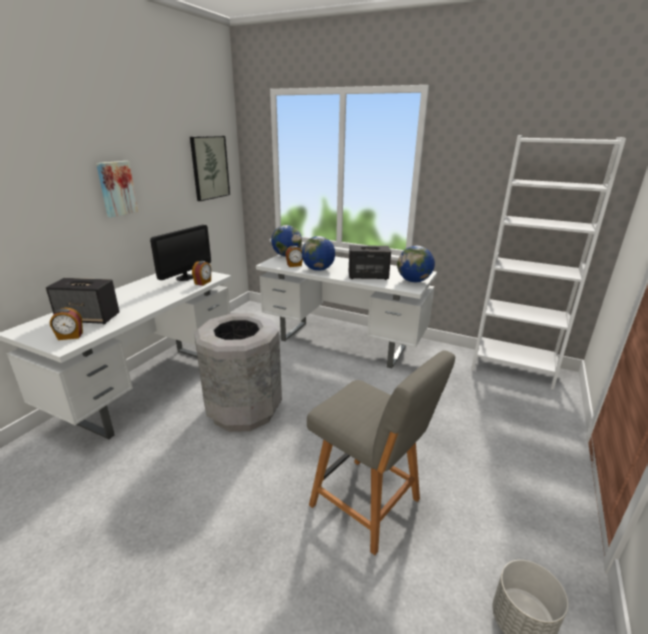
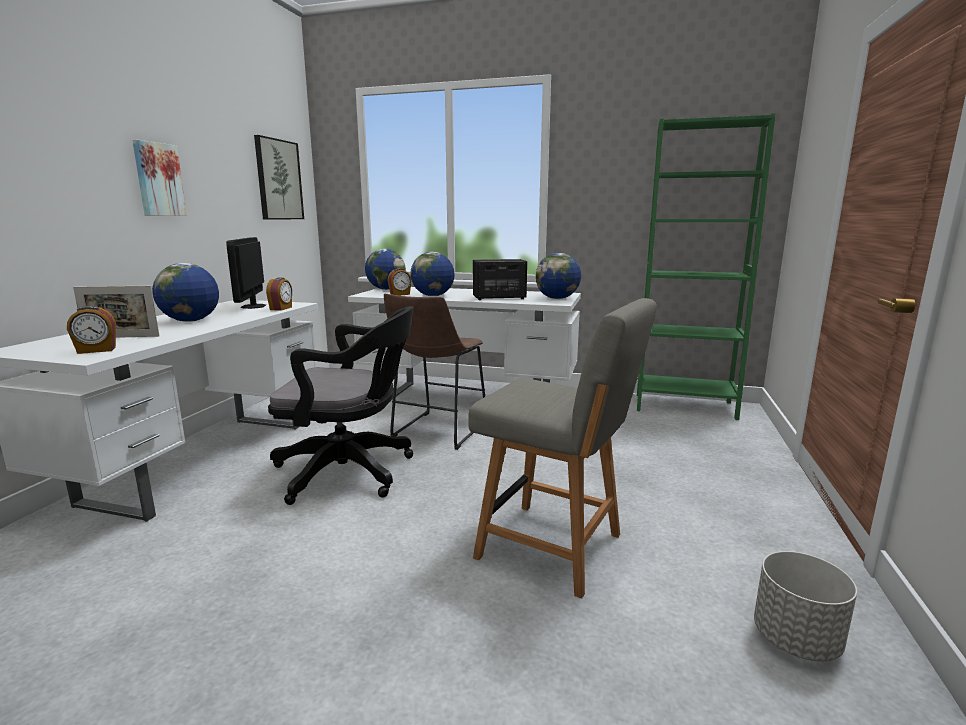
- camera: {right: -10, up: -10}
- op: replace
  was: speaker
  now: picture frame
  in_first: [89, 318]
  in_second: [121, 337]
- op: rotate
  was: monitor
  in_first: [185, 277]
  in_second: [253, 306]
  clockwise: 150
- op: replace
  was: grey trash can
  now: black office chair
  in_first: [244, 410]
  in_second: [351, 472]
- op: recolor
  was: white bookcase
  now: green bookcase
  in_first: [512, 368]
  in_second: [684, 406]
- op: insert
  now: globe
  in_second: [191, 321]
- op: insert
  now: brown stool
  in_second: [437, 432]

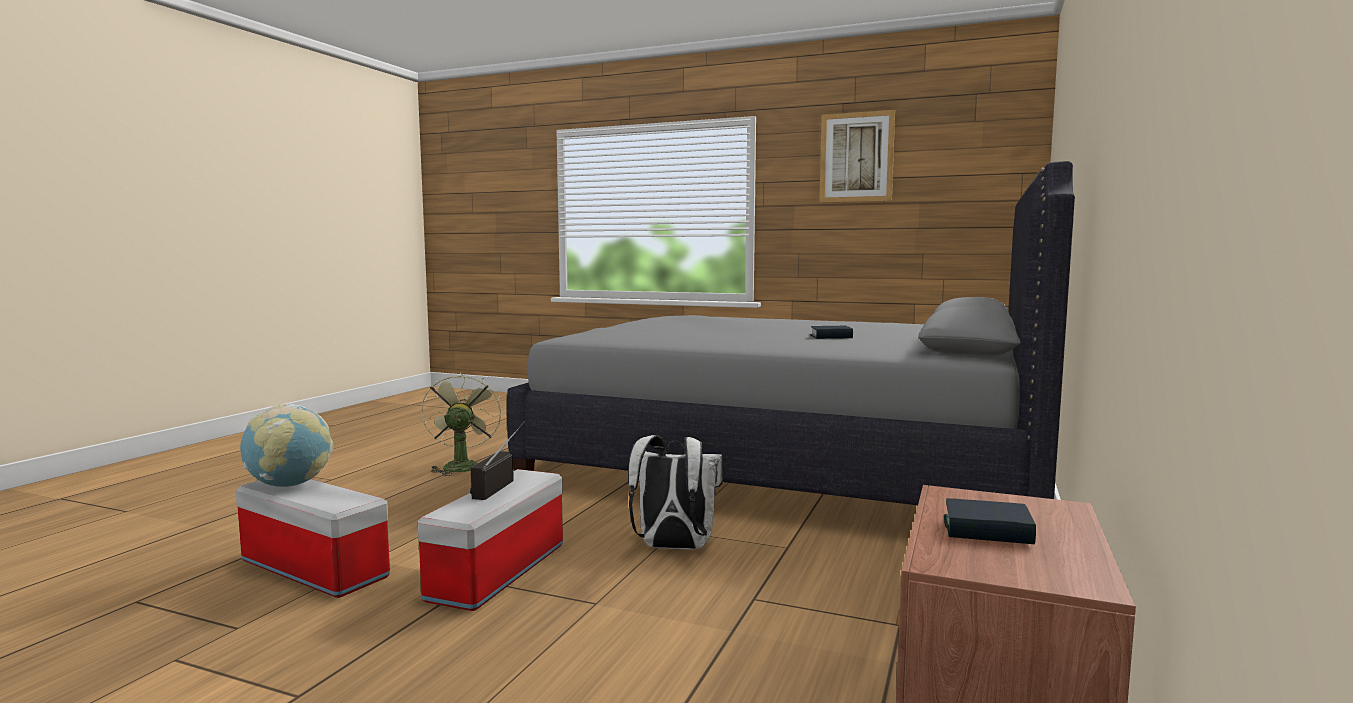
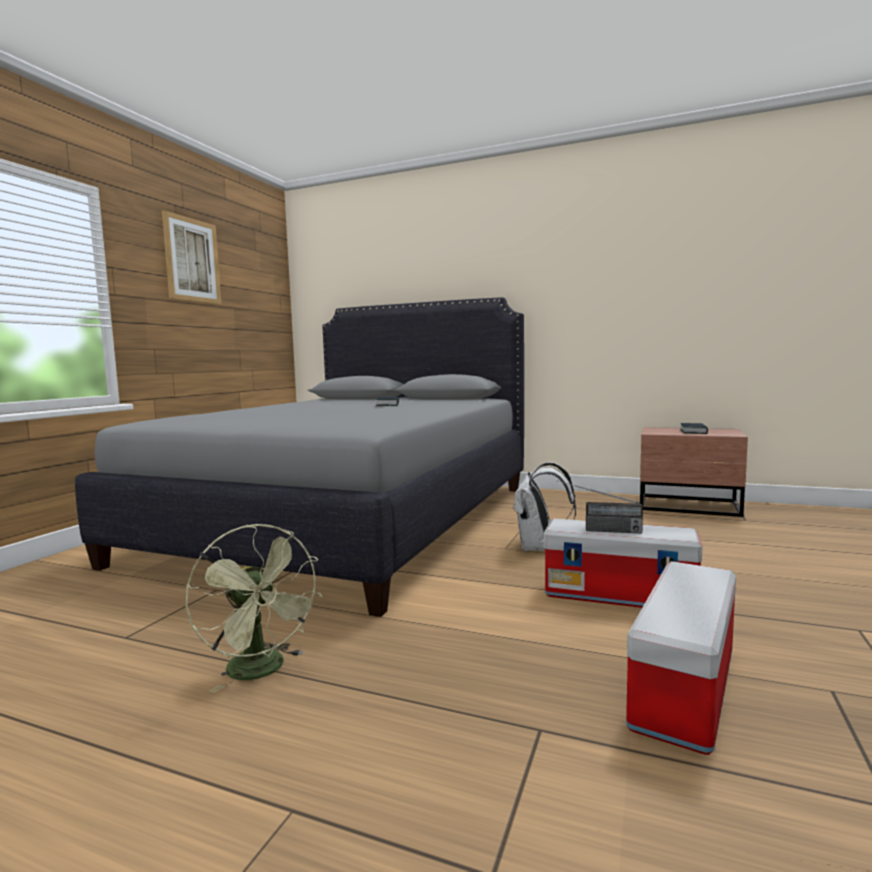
- camera: {right: -90, up: 0}
- op: delete
  was: globe
  in_first: [289, 485]
- op: rotate
  was: green fan
  in_first: [461, 465]
  in_second: [262, 671]
  clockwise: -120

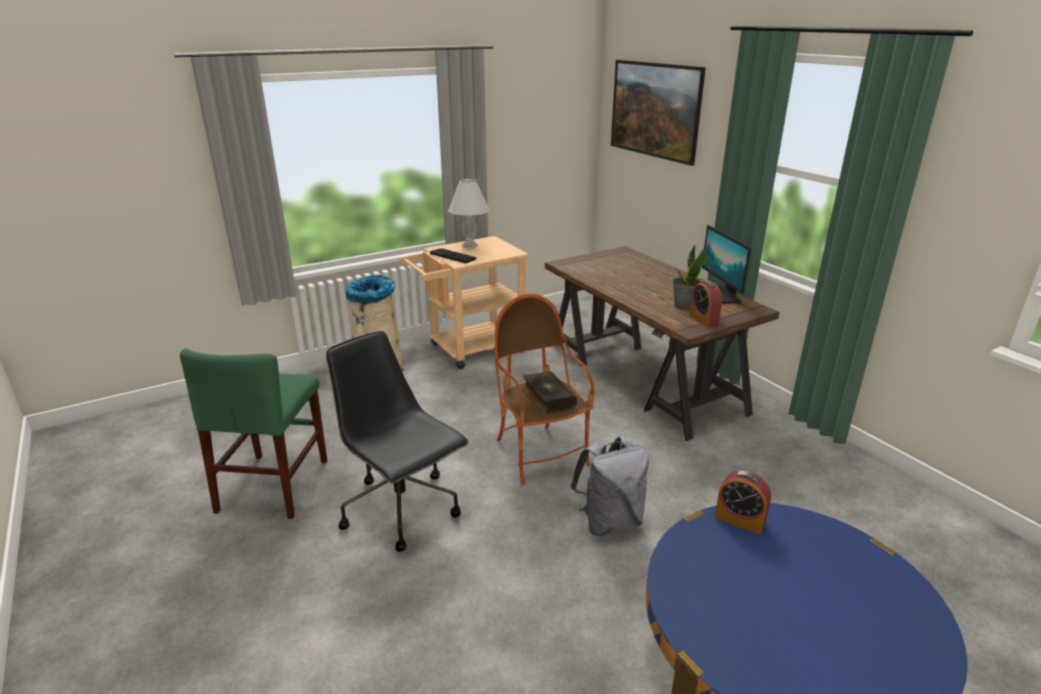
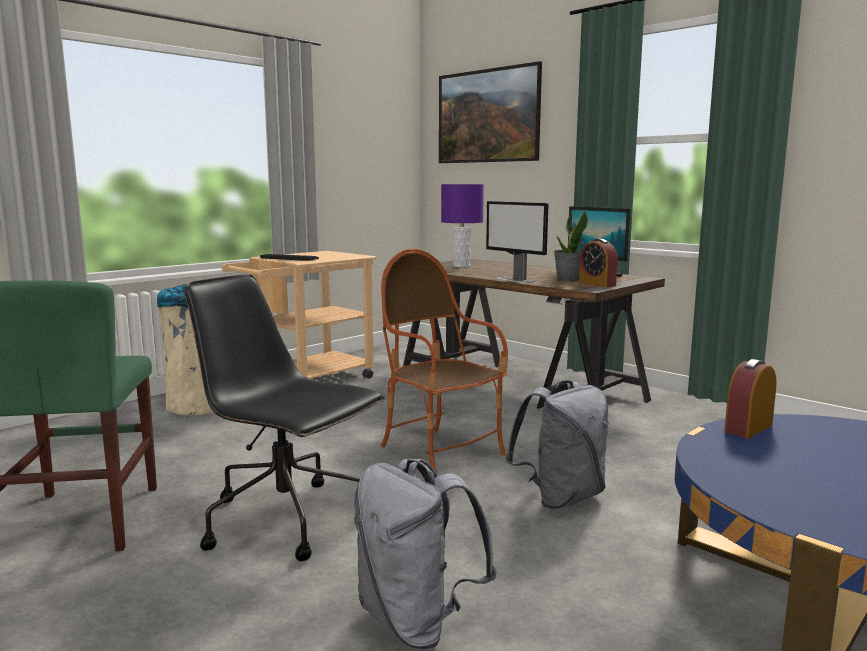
- camera: {right: -15, up: -15}
- op: delete
  was: white table lamp
  in_first: [470, 245]
- op: delete
  was: book
  in_first: [547, 399]
- op: rotate
  was: alarm clock
  in_first: [739, 520]
  in_second: [748, 428]
  clockwise: 120
- op: insert
  now: grey backpack
  in_second: [417, 621]
- op: insert
  now: purple table lamp
  in_second: [461, 266]
- op: insert
  now: monitor
  in_second: [515, 280]

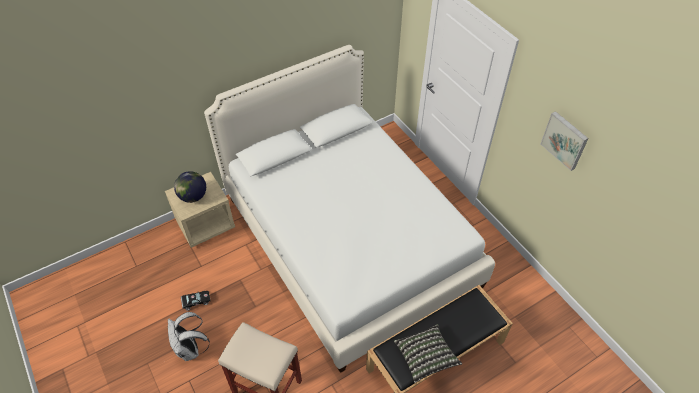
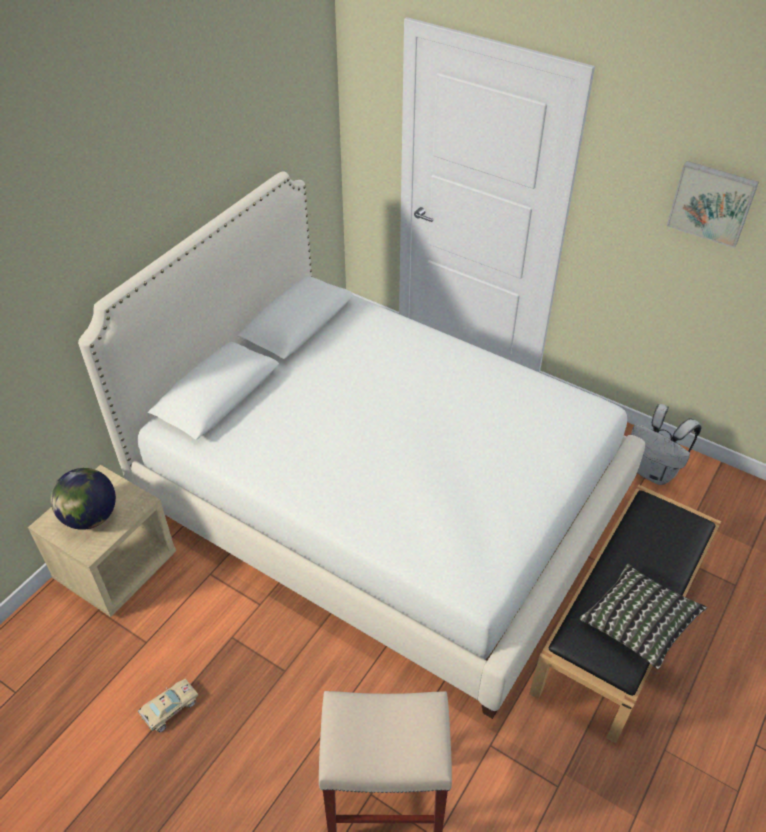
- camera: {right: -25, up: -5}
- op: move
  was: white backpack
  in_first: [191, 349]
  in_second: [654, 471]
- op: recolor
  was: black toy car
  now: beige toy car
  in_first: [195, 302]
  in_second: [168, 709]

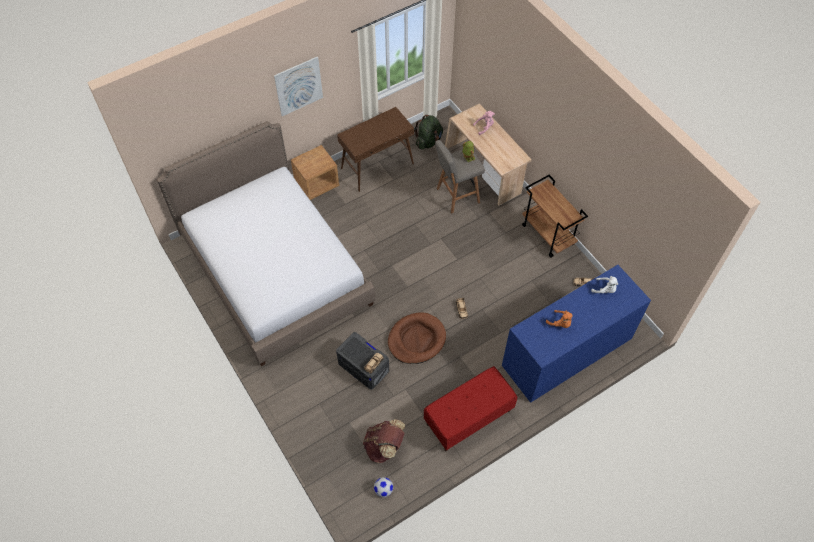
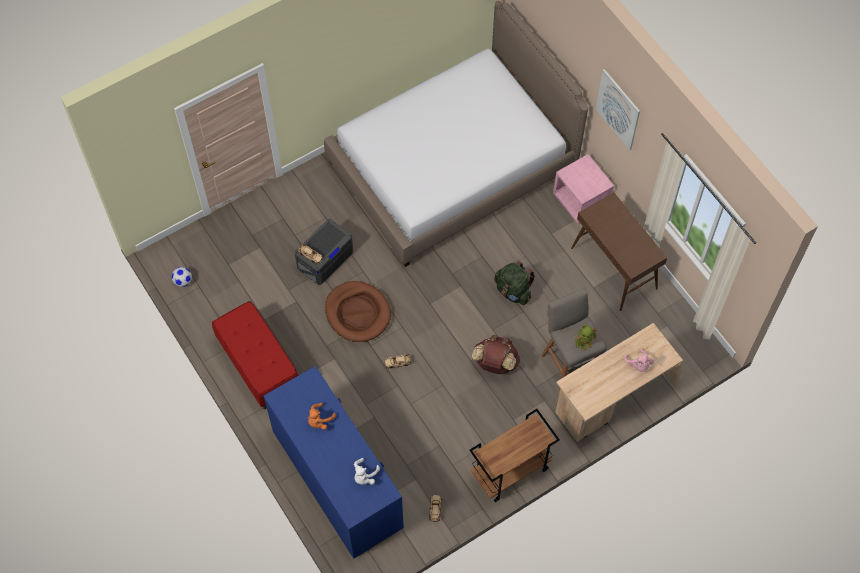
- camera: {right: 90, up: 5}
- op: recolor
  was: brown nightstand
  now: pink nightstand
  in_first: [317, 184]
  in_second: [581, 201]
- op: move
  was: brown backpack
  in_first: [384, 447]
  in_second: [495, 363]
- op: move
  was: green backpack
  in_first: [428, 141]
  in_second: [513, 291]

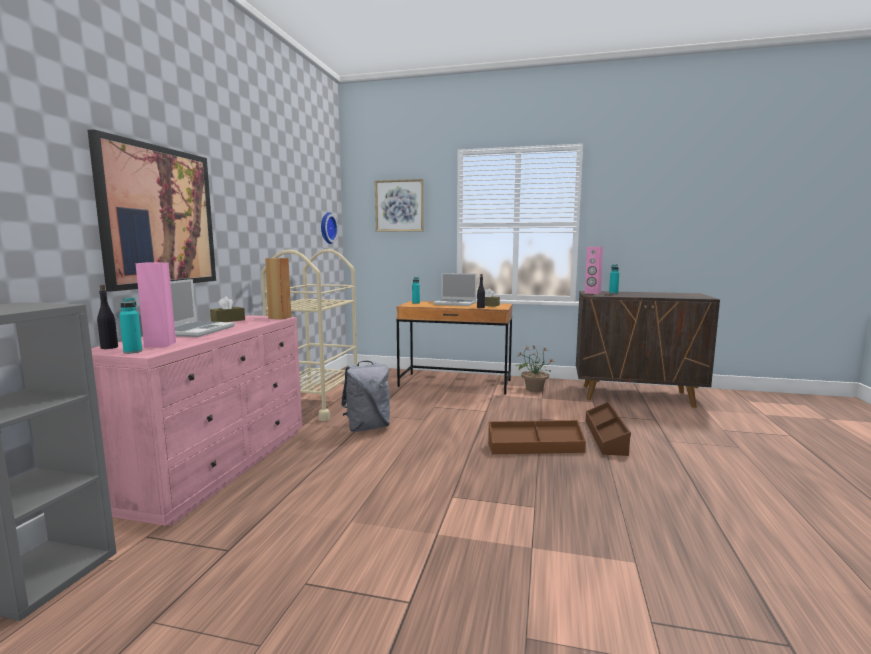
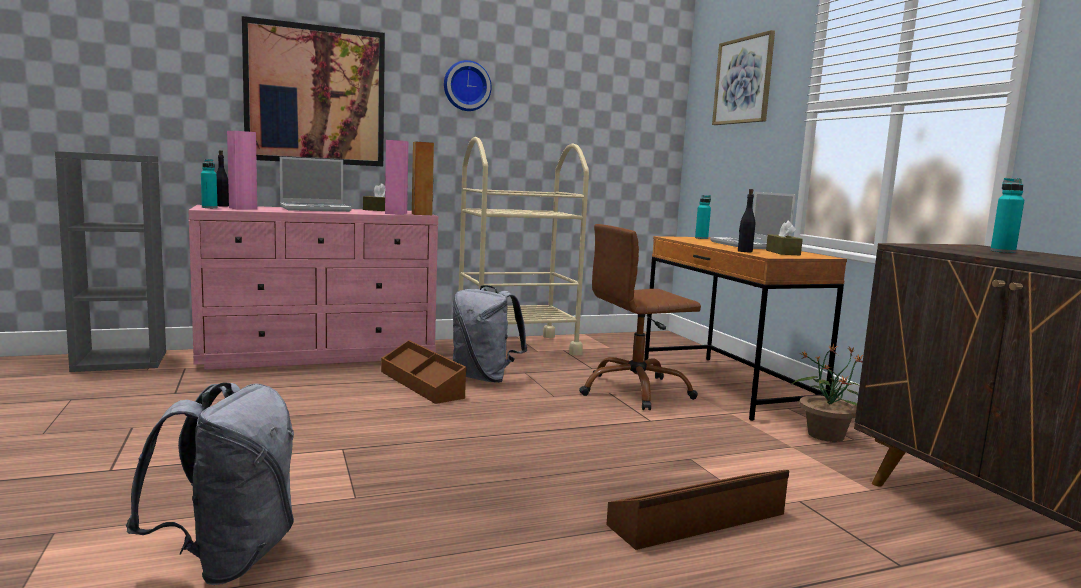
- camera: {right: 55, up: 0}
- op: move
  was: wall clock
  in_first: [326, 228]
  in_second: [466, 86]
- op: move
  was: brown storage box
  in_first: [535, 447]
  in_second: [422, 384]
- op: move
  was: pink speaker
  in_first: [592, 293]
  in_second: [395, 213]
- op: insert
  now: grey backpack
  in_second: [227, 559]
- op: insert
  now: brown office chair
  in_second: [635, 391]

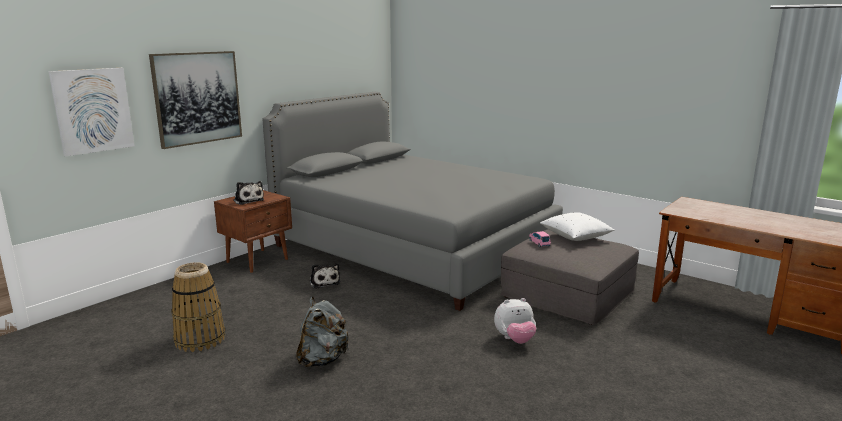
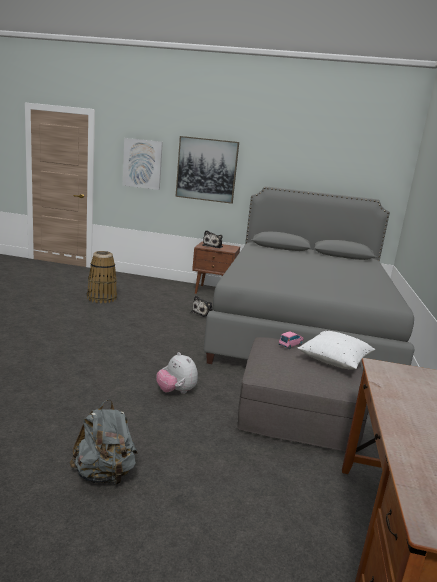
- camera: {right: 60, up: 0}
- op: move
  was: grey backpack
  in_first: [323, 360]
  in_second: [104, 474]

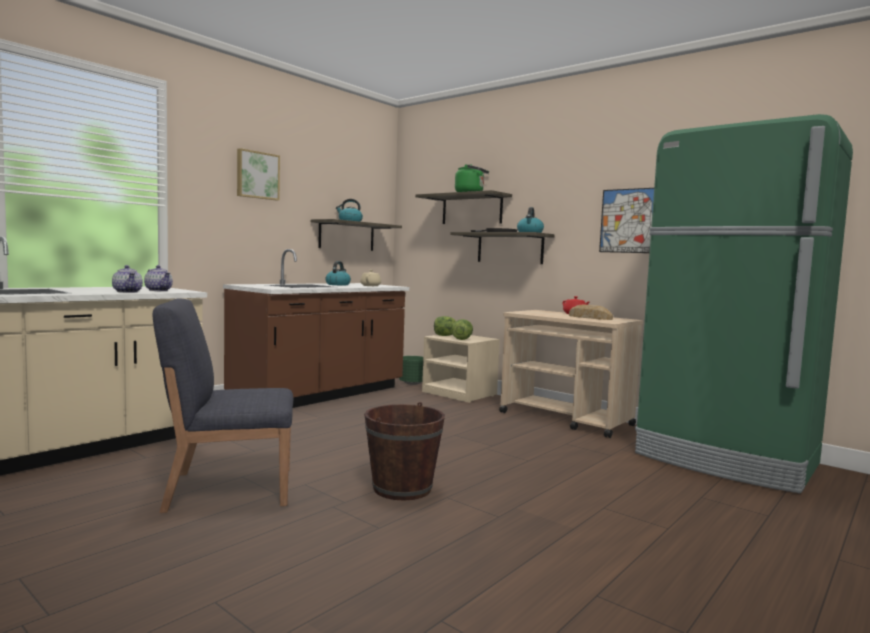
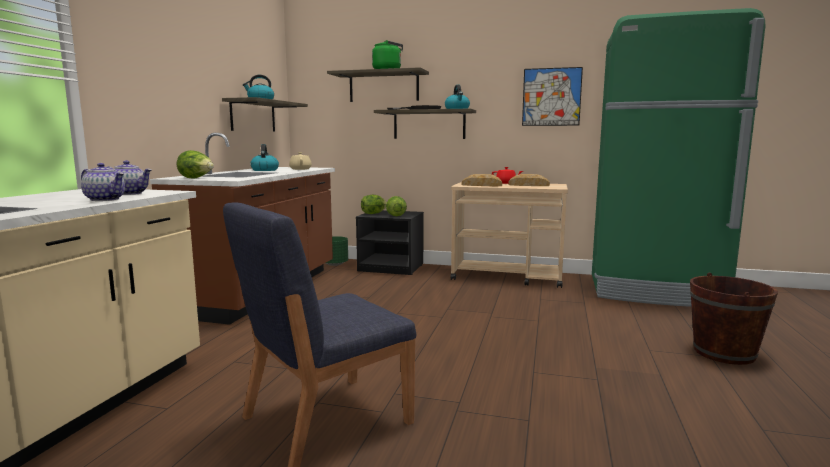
- camera: {right: -25, up: 5}
- op: delete
  was: picture
  in_first: [257, 175]
- op: move
  was: brown bucket
  in_first: [402, 488]
  in_second: [724, 353]
- op: recolor
  was: beige nightstand
  now: black nightstand
  in_first: [460, 394]
  in_second: [392, 267]
- op: insert
  now: lettuce
  in_second: [196, 178]
- op: insert
  now: bread
  in_second: [481, 185]

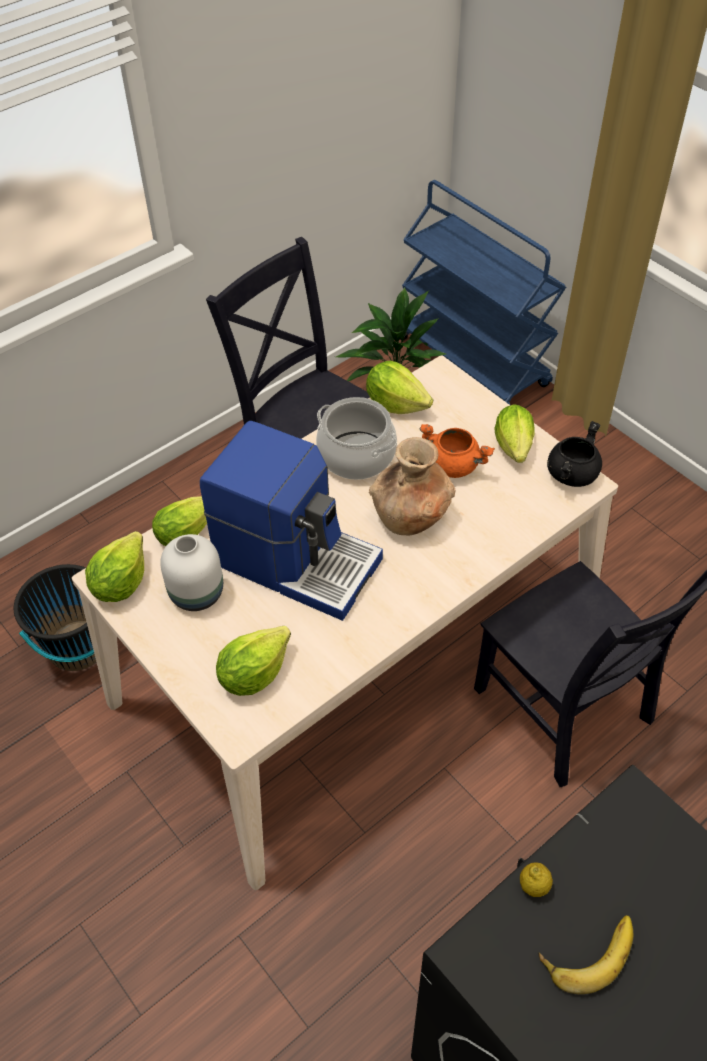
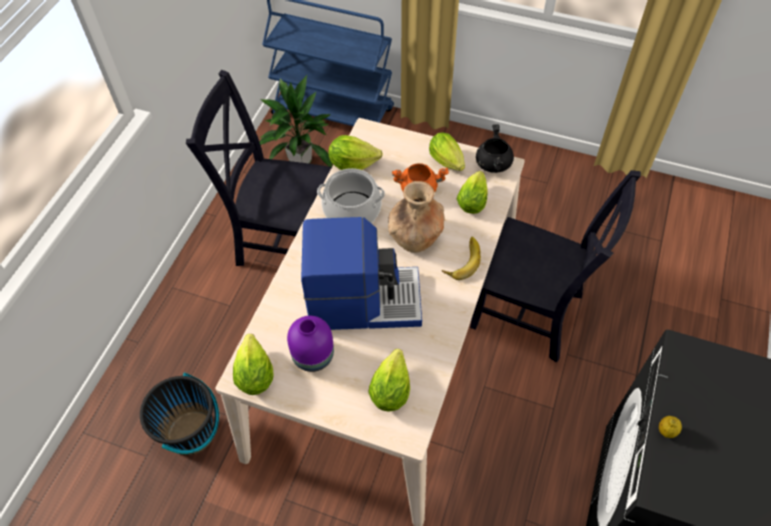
- camera: {right: -30, up: 5}
- op: move
  was: lettuce
  in_first: [188, 531]
  in_second: [473, 199]
- op: recolor
  was: white vase
  now: purple vase
  in_first: [197, 595]
  in_second: [314, 357]
- op: move
  was: banana
  in_first: [587, 950]
  in_second: [461, 260]

